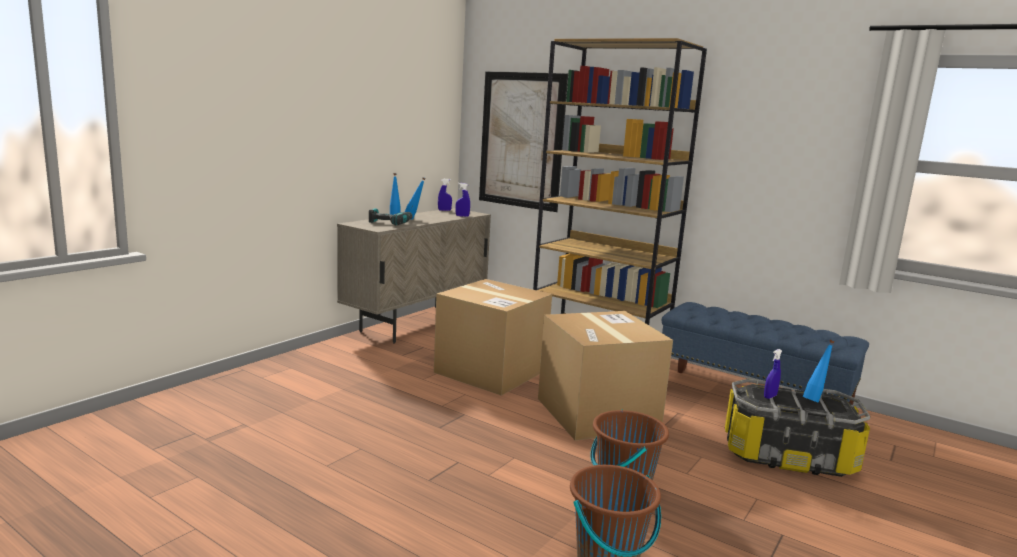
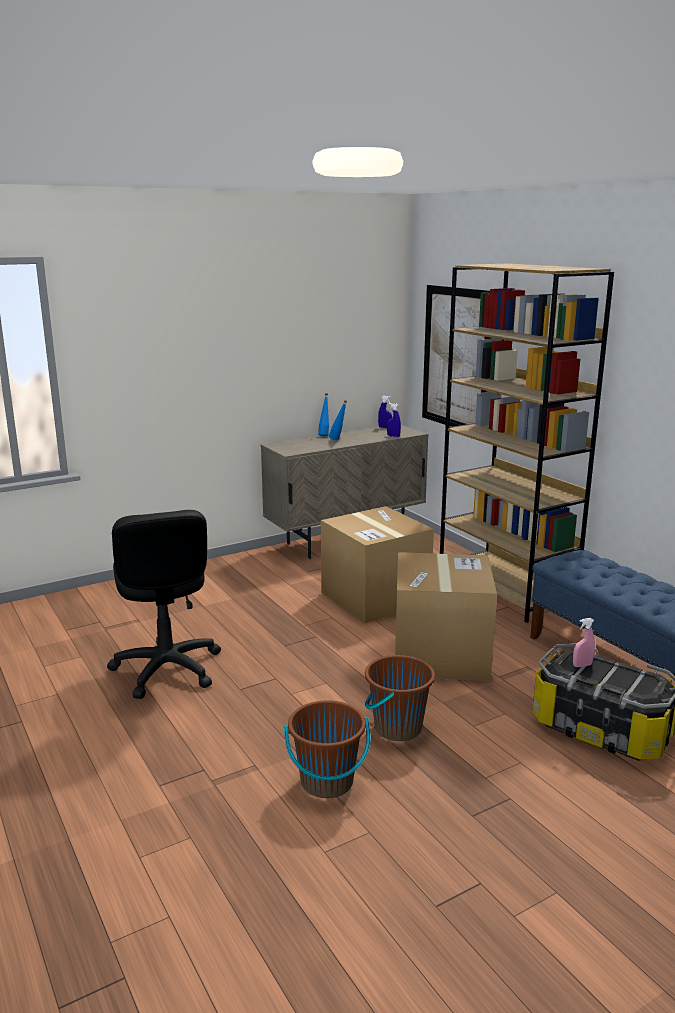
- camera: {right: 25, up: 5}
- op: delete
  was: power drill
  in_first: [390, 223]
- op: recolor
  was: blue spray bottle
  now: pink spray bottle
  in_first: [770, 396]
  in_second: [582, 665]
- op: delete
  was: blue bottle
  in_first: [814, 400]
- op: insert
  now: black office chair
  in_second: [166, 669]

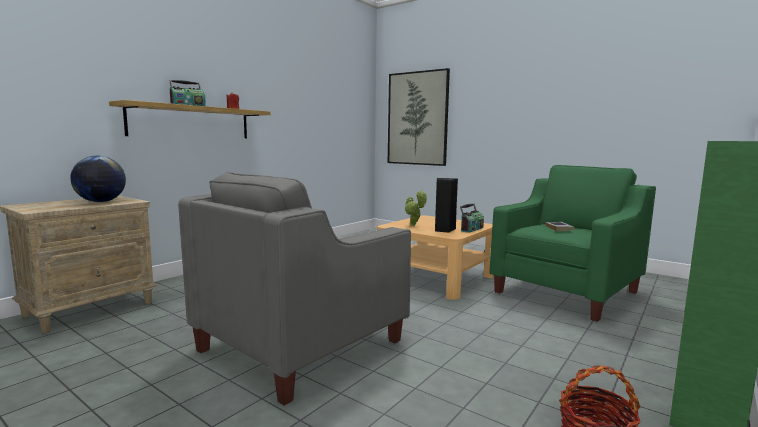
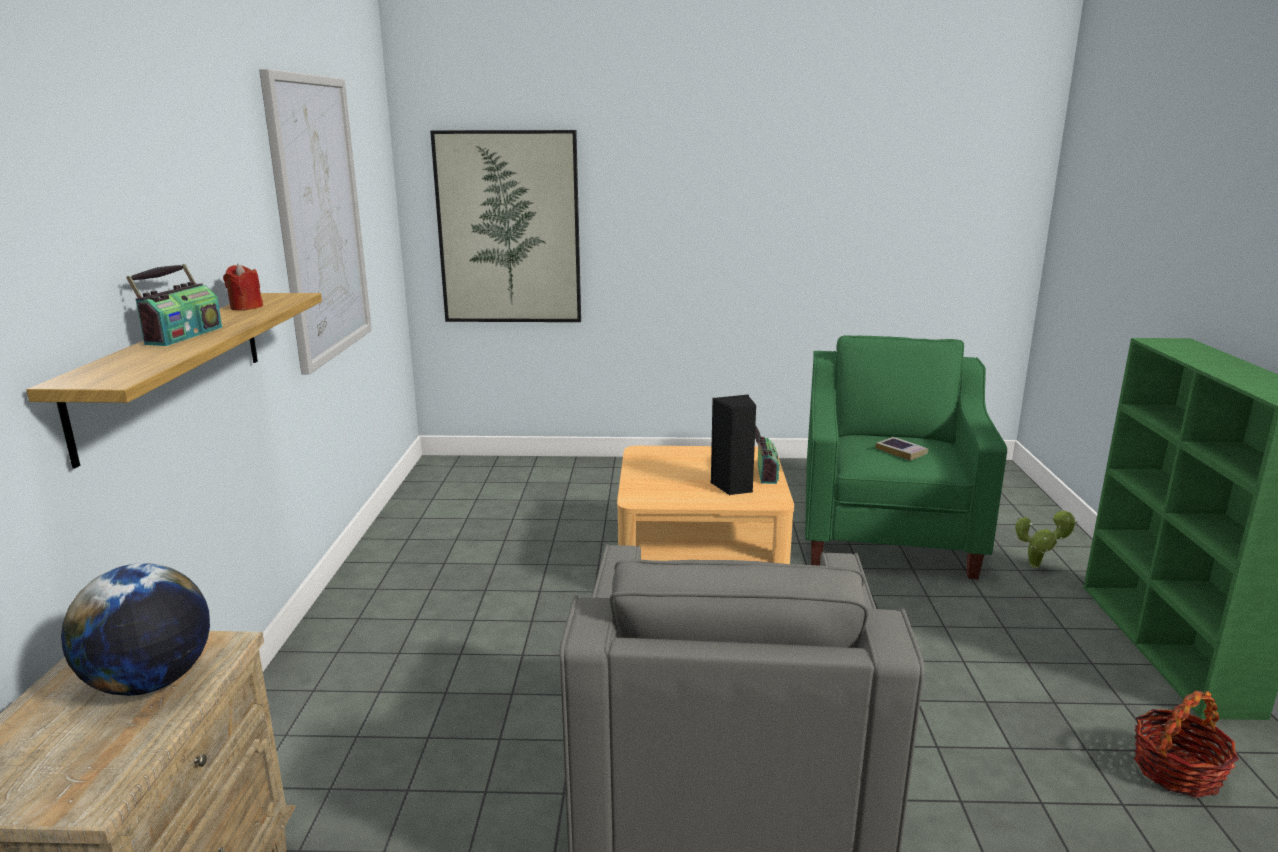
- camera: {right: -35, up: 10}
- op: move
  was: potted plant
  in_first: [414, 226]
  in_second: [1038, 566]
- op: insert
  now: picture
  in_second: [319, 219]

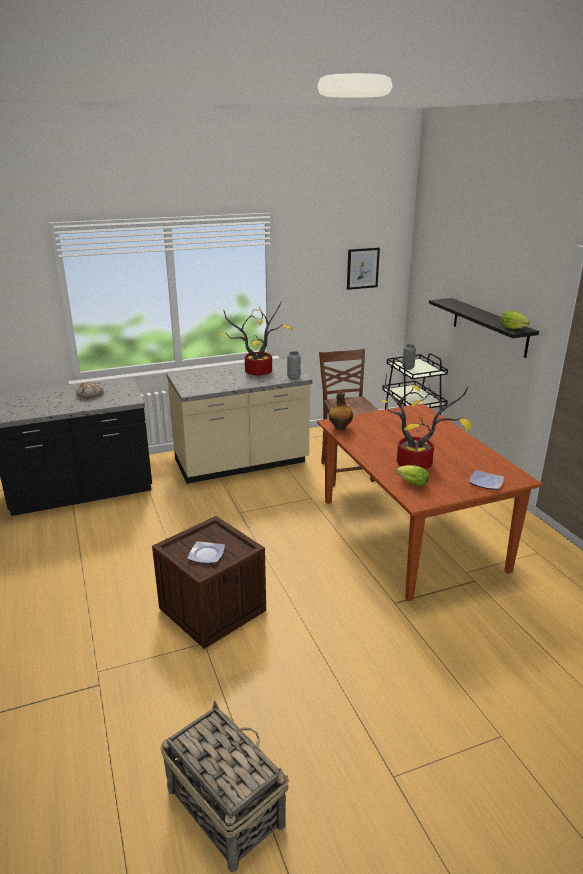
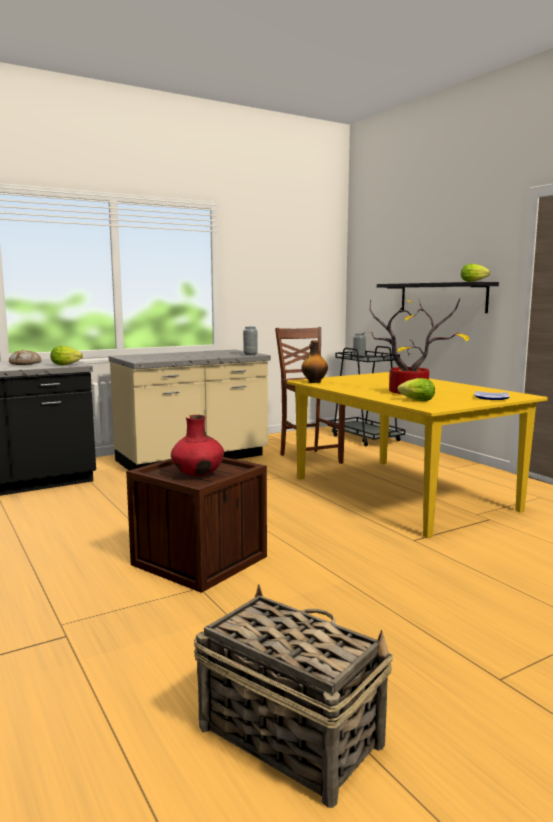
- camera: {right: -10, up: -15}
- op: replace
  was: plate
  now: red vase
  in_first: [207, 554]
  in_second: [198, 475]
- op: delete
  was: potted plant
  in_first: [259, 371]
- op: recolor
  was: brown dining table
  now: yellow dining table
  in_first: [411, 534]
  in_second: [402, 493]
- op: delete
  was: picture
  in_first: [362, 268]
- op: insert
  now: lettuce
  in_second: [67, 365]

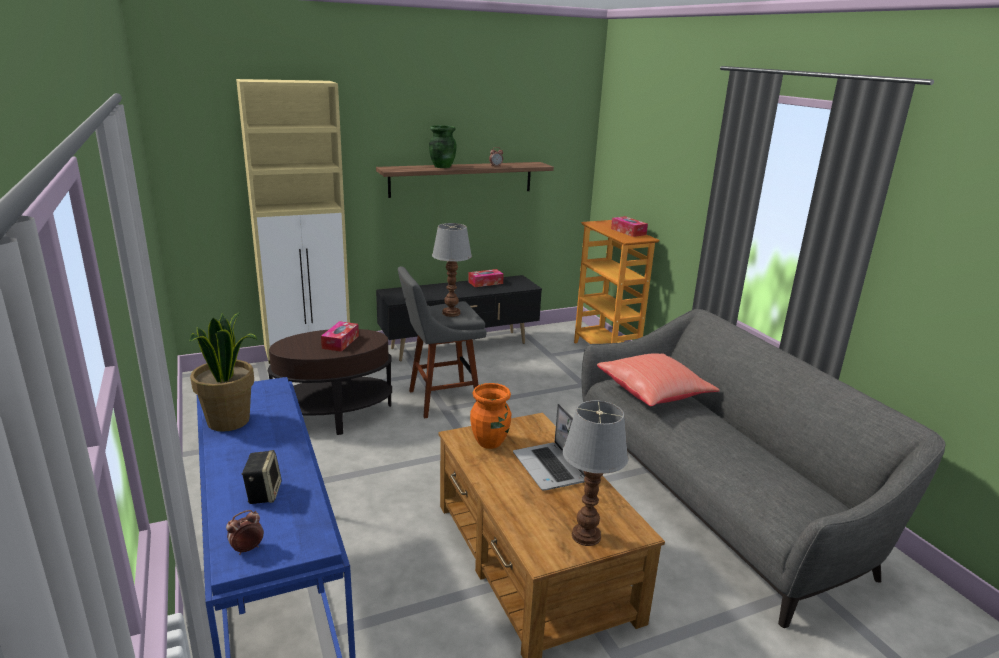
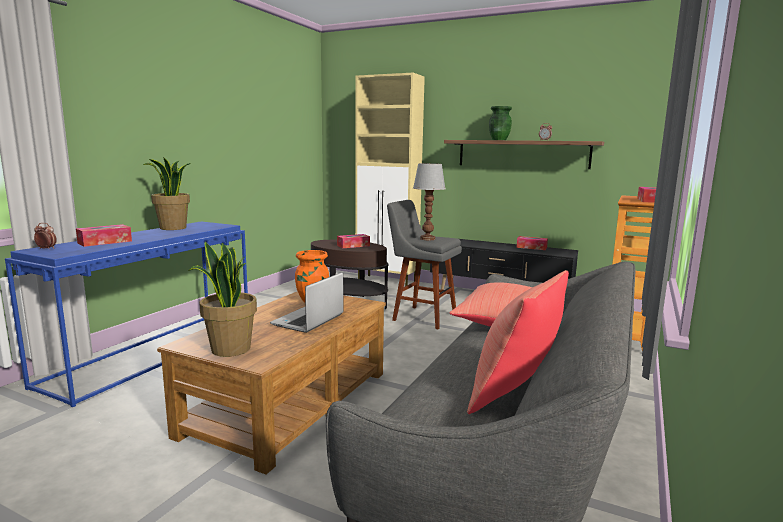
- camera: {right: 50, up: -10}
- op: replace
  was: speaker
  now: tissue box
  in_first: [263, 493]
  in_second: [105, 242]
- op: replace
  was: table lamp
  now: potted plant
  in_first: [587, 536]
  in_second: [230, 349]
- op: insert
  now: red pillow
  in_second: [516, 391]

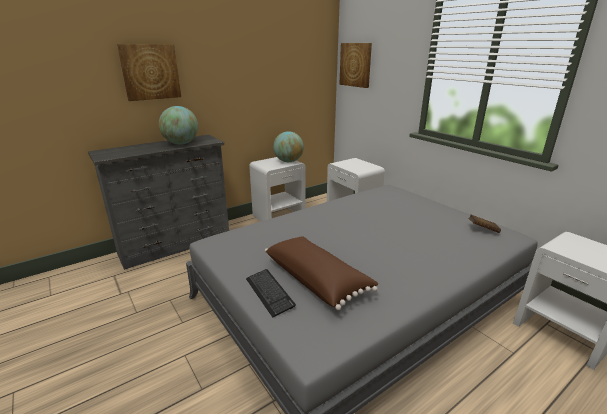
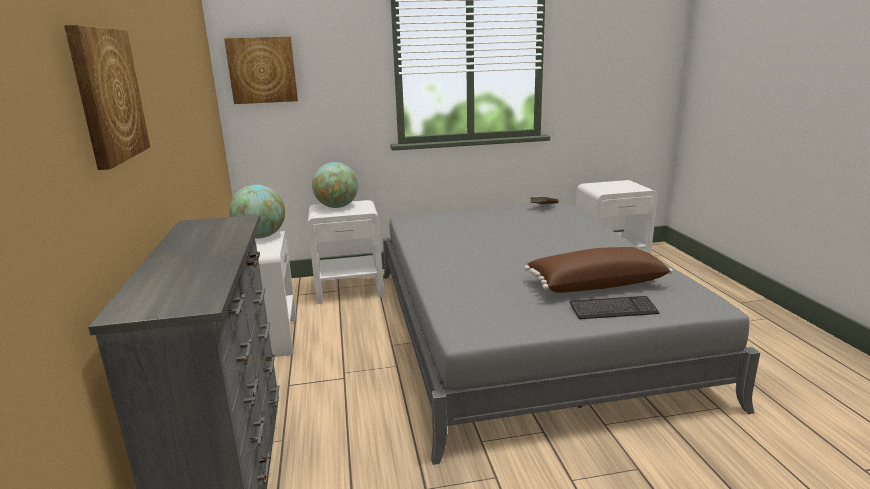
- camera: {right: -65, up: -5}
- op: move
  was: globe
  in_first: [181, 143]
  in_second: [337, 207]

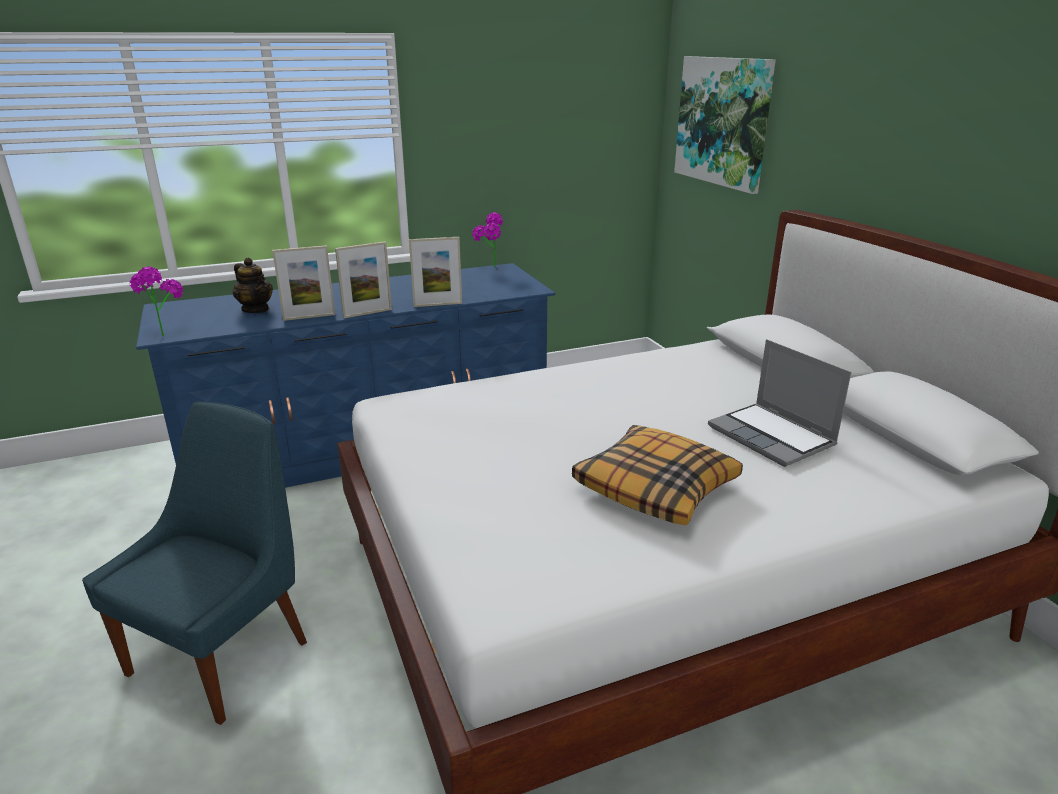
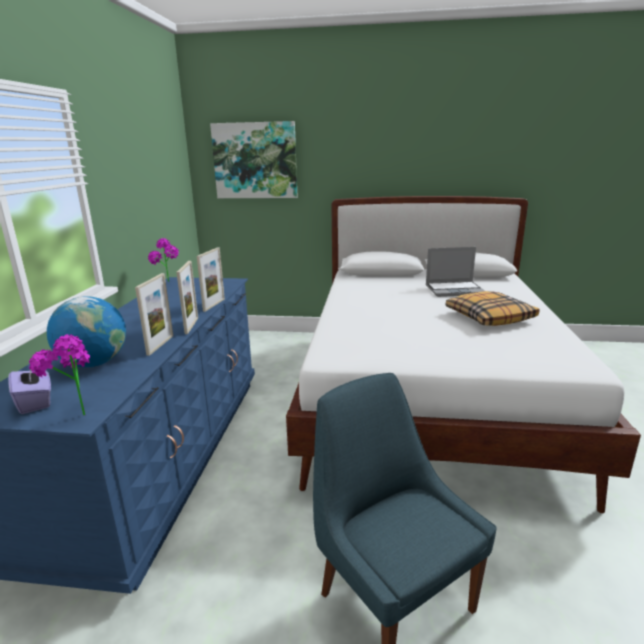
- camera: {right: -60, up: -5}
- op: replace
  was: teapot
  now: globe
  in_first: [256, 309]
  in_second: [94, 363]
- op: insert
  now: purple tissue box
  in_second: [35, 402]

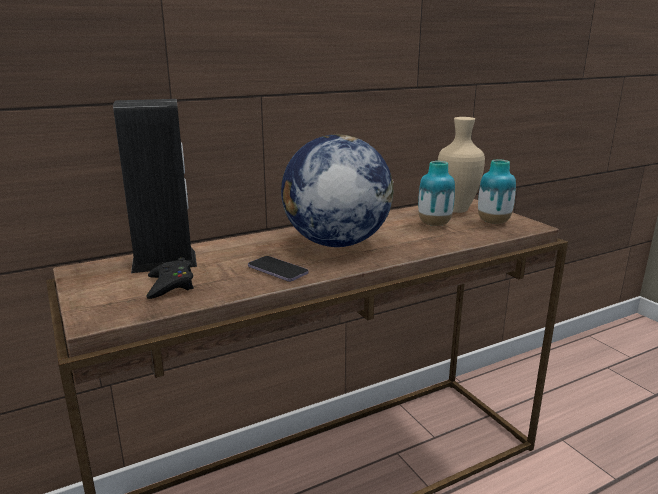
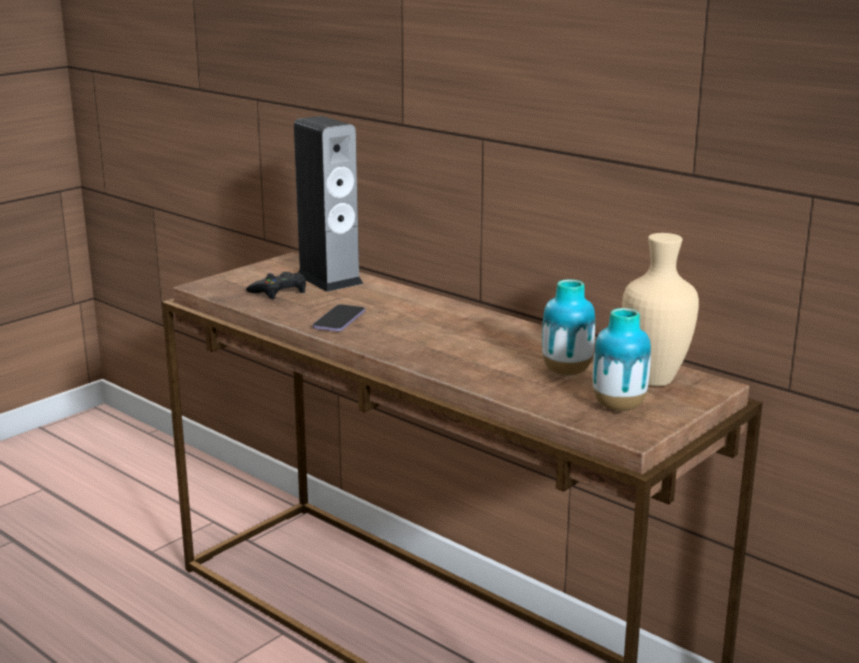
- camera: {right: 70, up: 0}
- op: delete
  was: globe
  in_first: [335, 243]

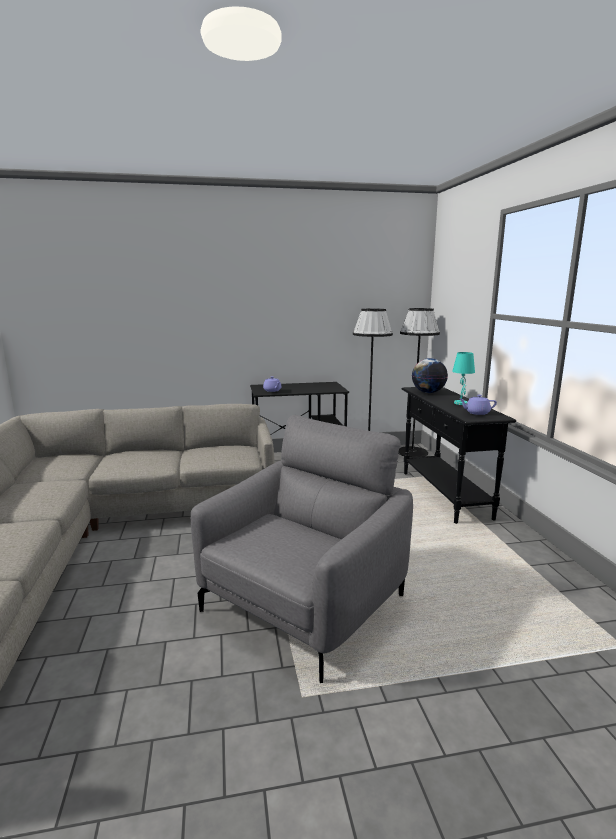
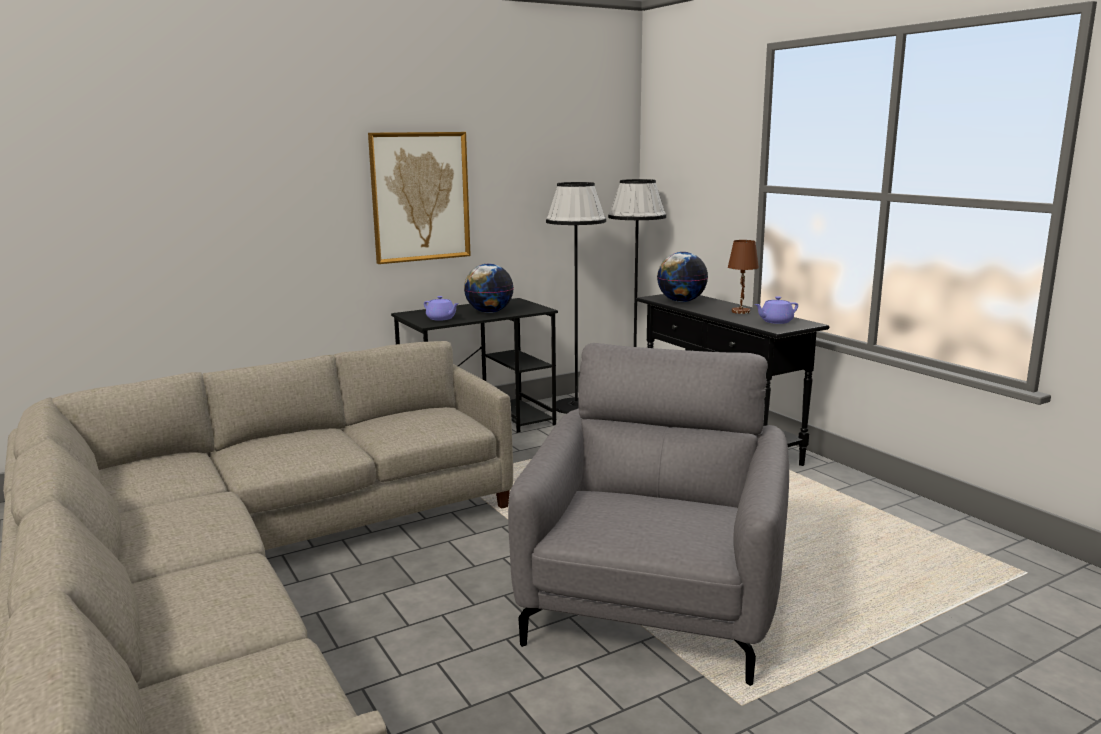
- camera: {right: -20, up: 0}
- op: recolor
  was: turquoise table lamp
  now: brown table lamp
  in_first: [460, 403]
  in_second: [740, 311]
- op: insert
  now: picture
  in_second: [420, 197]
- op: insert
  now: globe
  in_second: [489, 312]

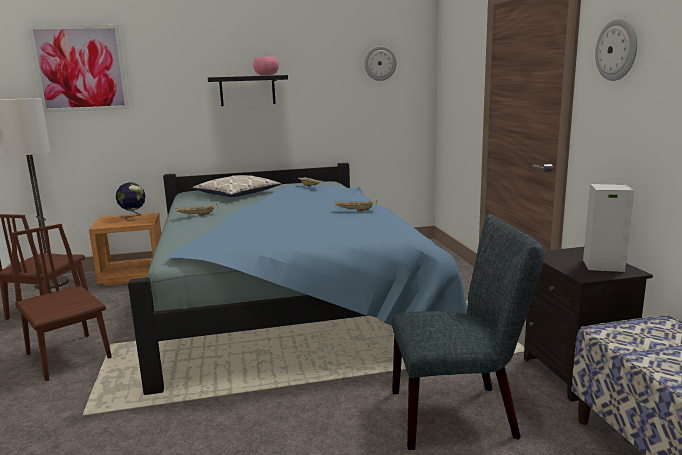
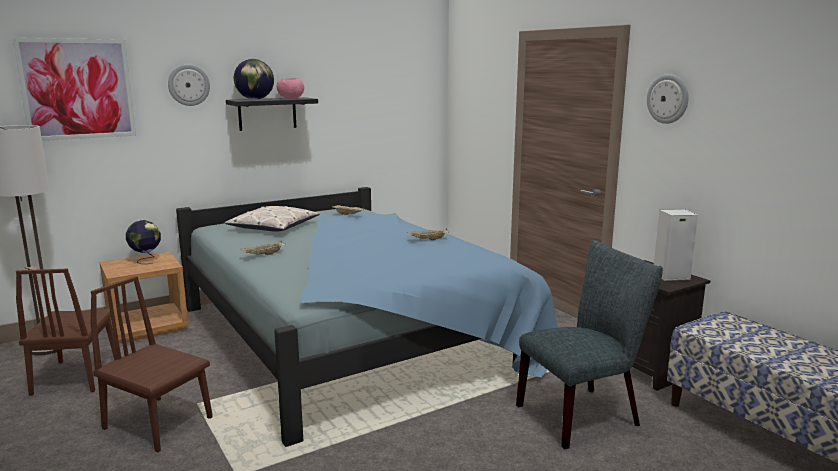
- camera: {right: -20, up: 0}
- op: move
  was: wall clock
  in_first: [380, 63]
  in_second: [188, 85]
- op: insert
  now: globe
  in_second: [255, 99]

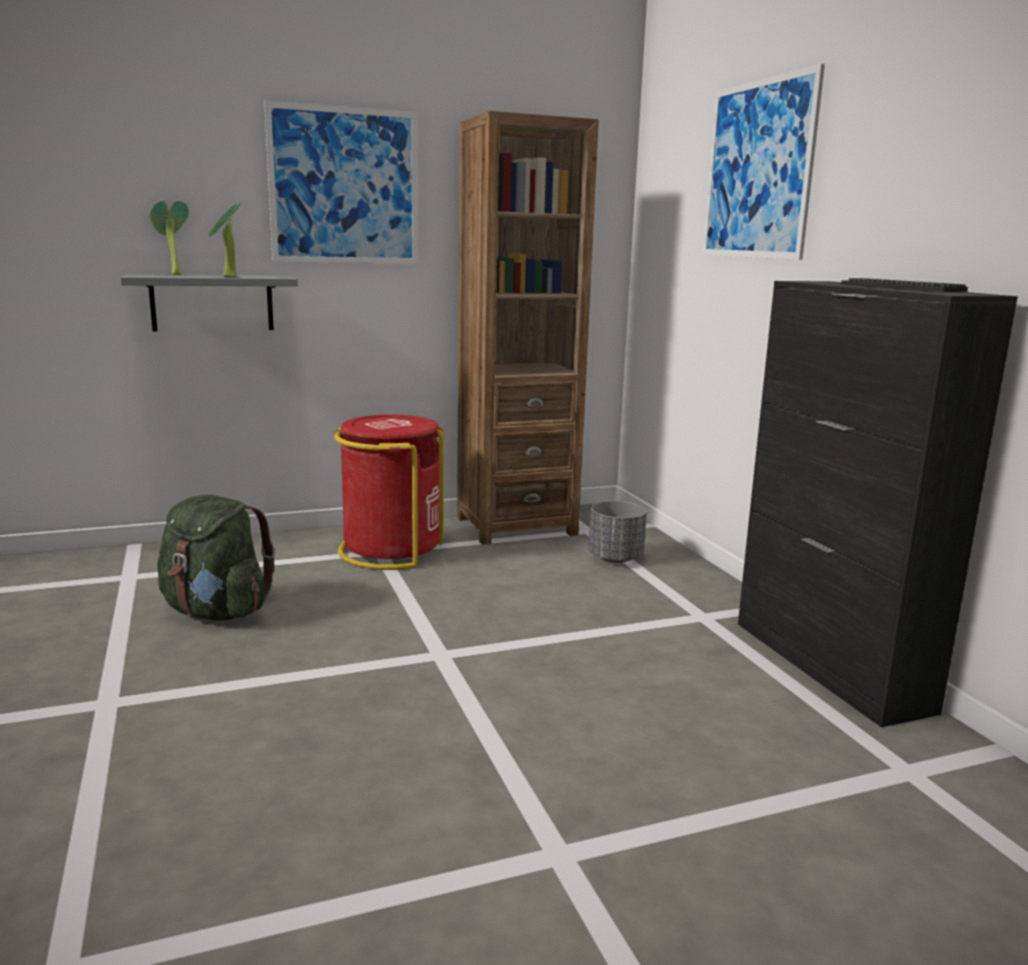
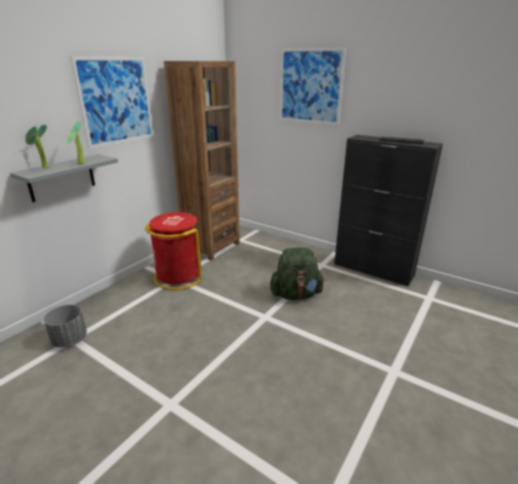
- camera: {right: -35, up: 10}
- op: move
  was: green backpack
  in_first: [216, 612]
  in_second: [296, 295]
- op: move
  was: grey planter
  in_first: [616, 558]
  in_second: [70, 340]

